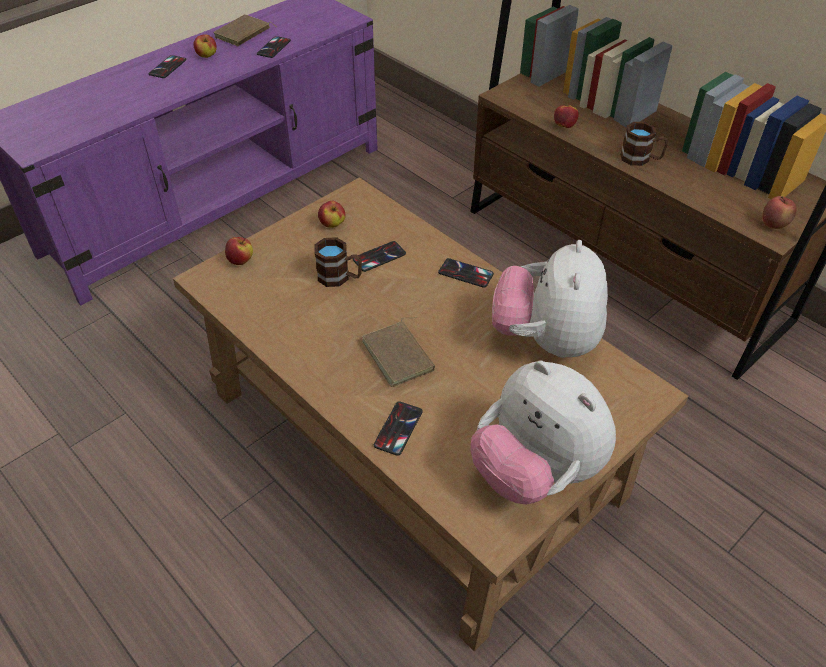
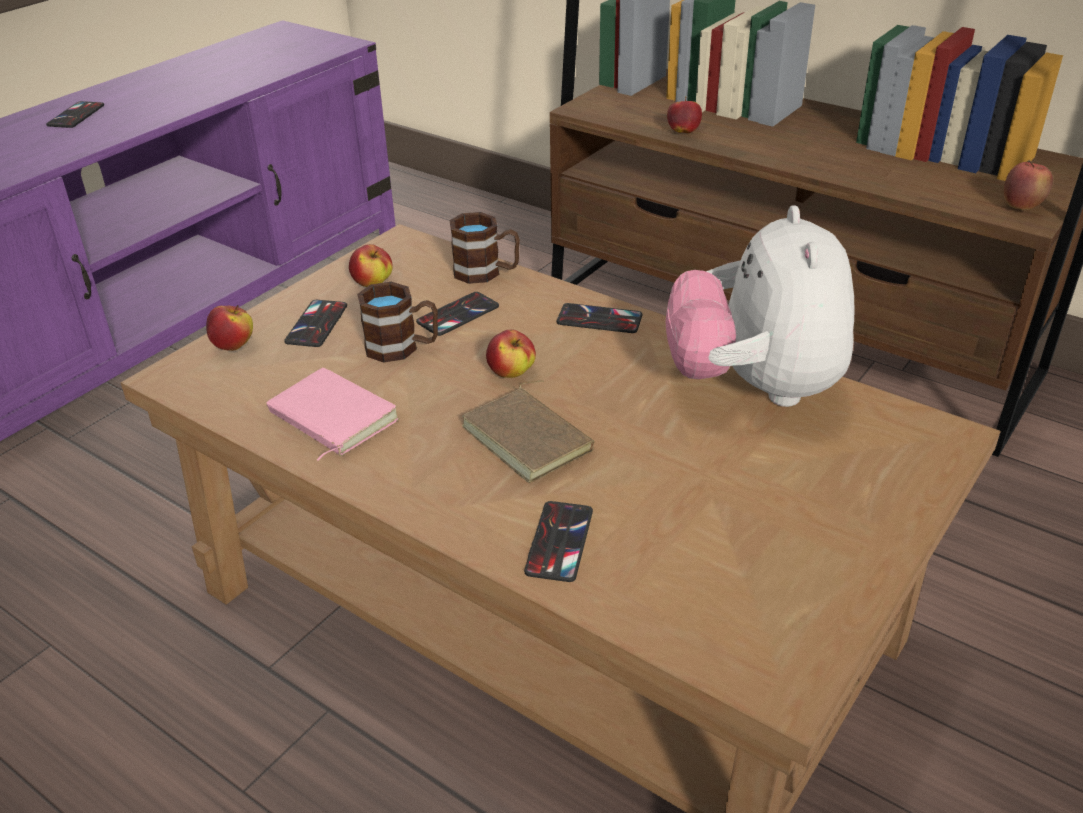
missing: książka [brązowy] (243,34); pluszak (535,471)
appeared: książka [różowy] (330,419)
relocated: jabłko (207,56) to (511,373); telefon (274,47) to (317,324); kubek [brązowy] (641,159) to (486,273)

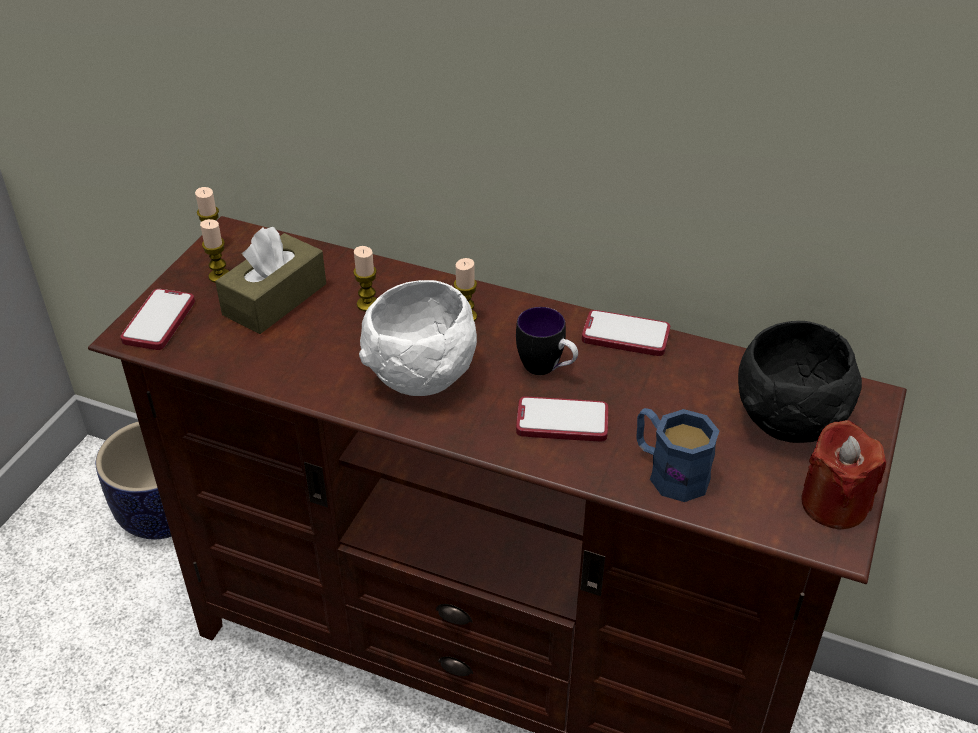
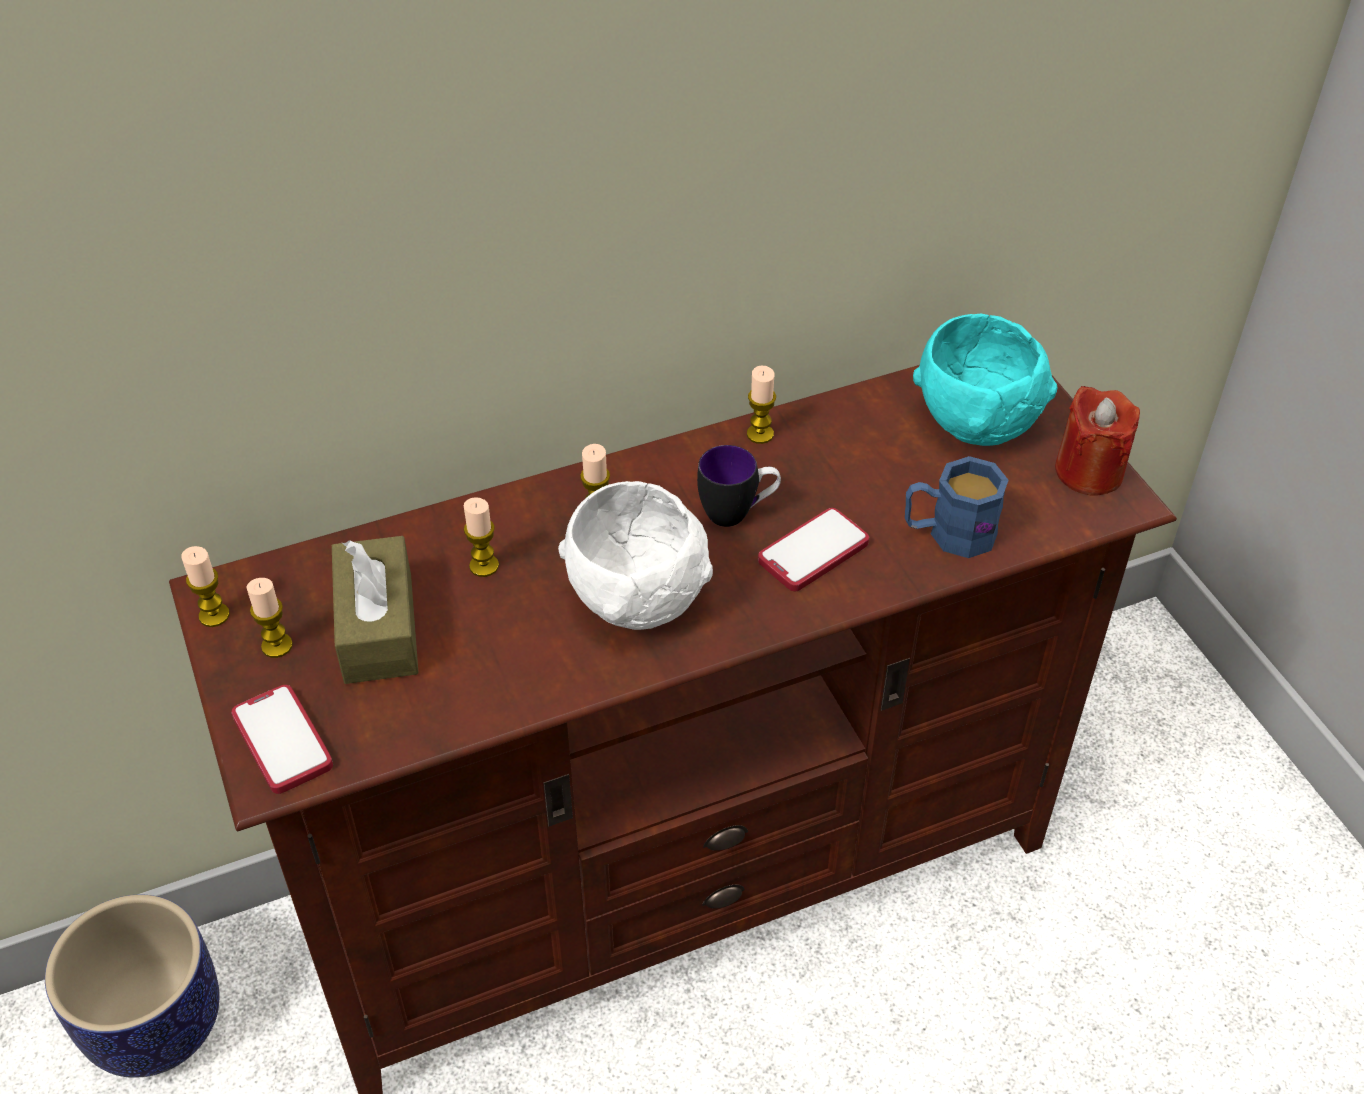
exchanged: telefon (625,335) to świeca (760,434)
colour: miska [czarny] (789,419) to miska [turkusowy] (975,422)

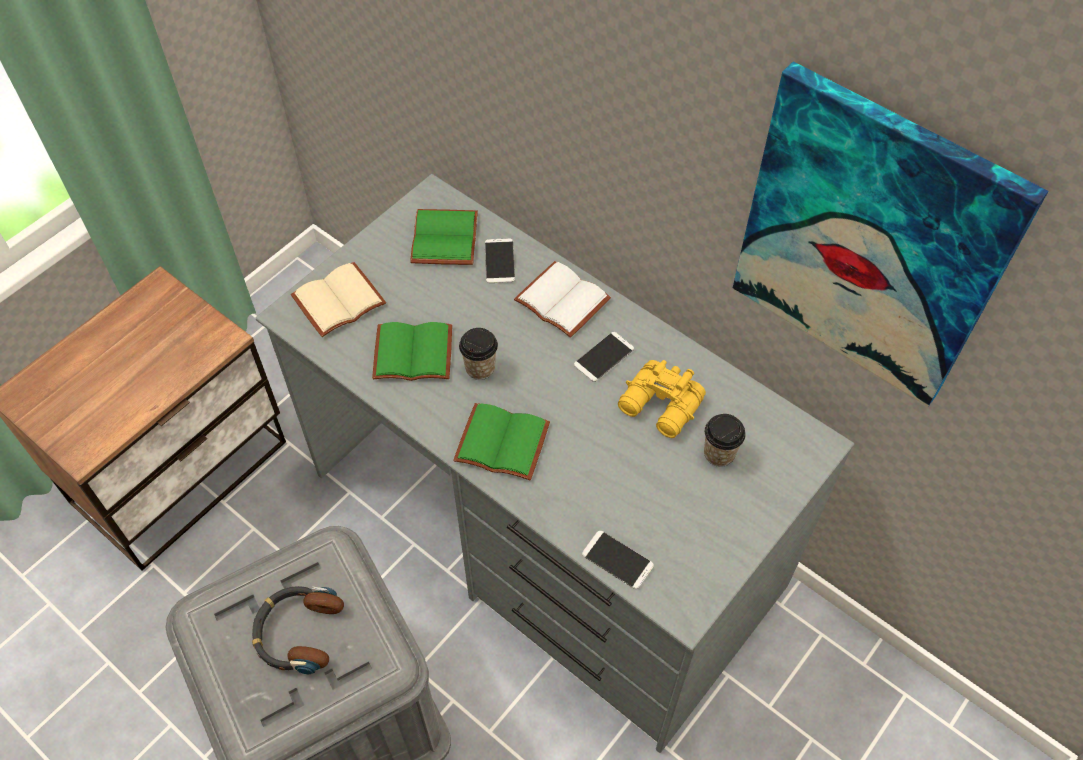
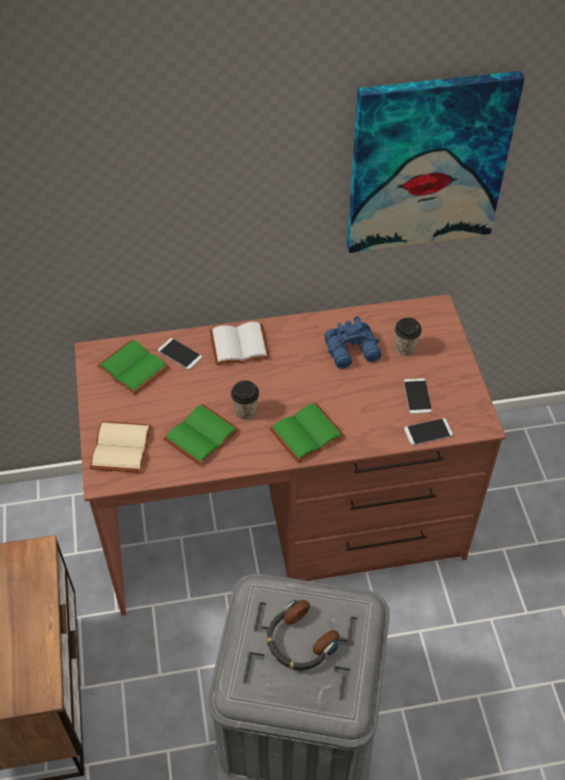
relocated: telefon (604,357) to (417,396)
colour: biurko [szary] (544,531) to biurko [brązowy] (283,518); lornetka [żółty] (660,407) to lornetka [niebieski] (353,351)

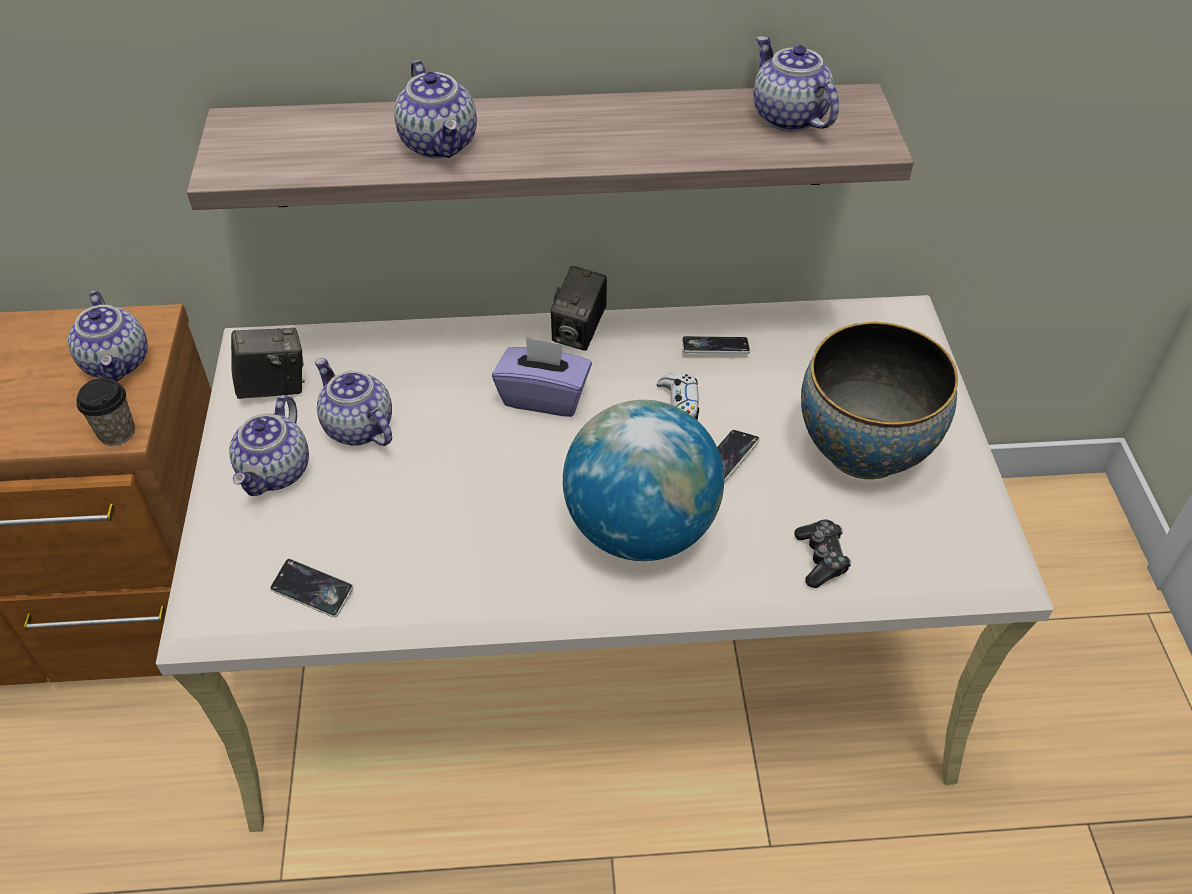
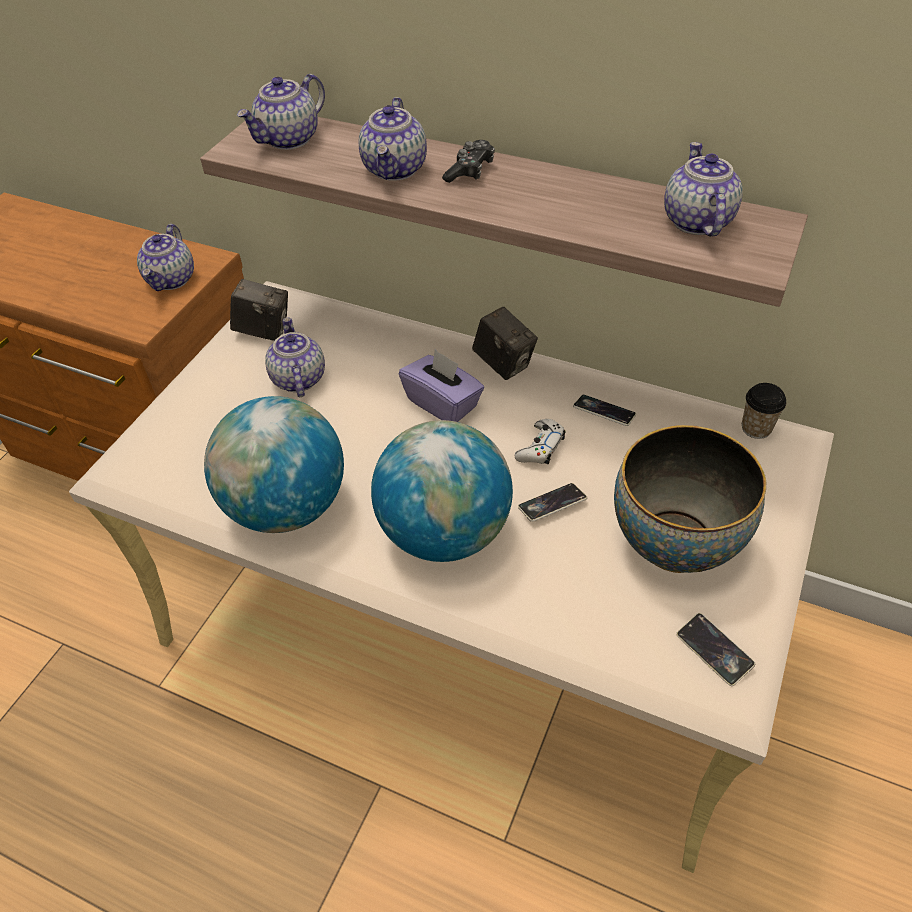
appeared: globus (286,507)
relocated: filiżanka (117,432) to (756,428); imbryk (276,472) to (289,139); telefon (312,591) to (713,651); pad do gier (821,558) to (470,171)
spun: aparat fotograficzny (579,332) = (503,364) 90 degrees counterclockwise

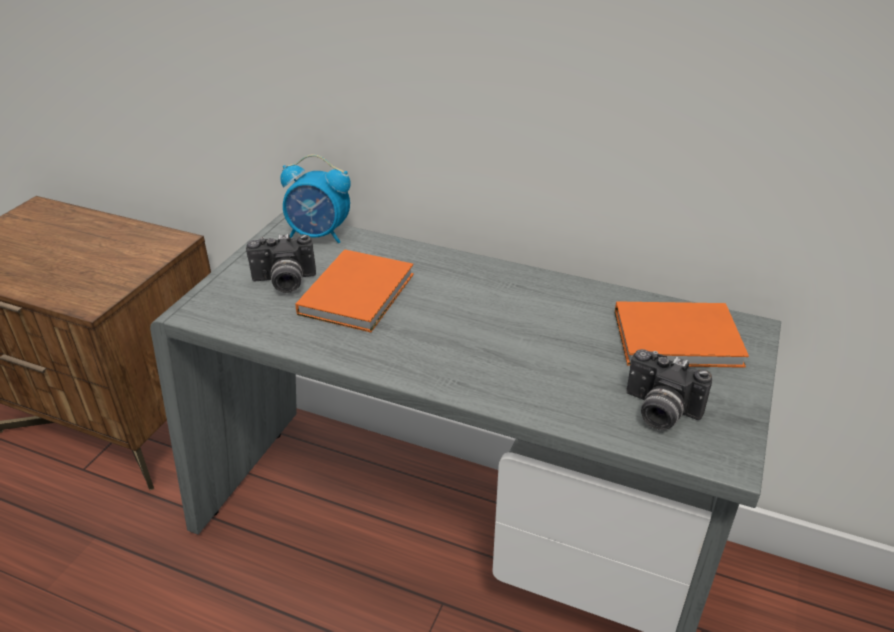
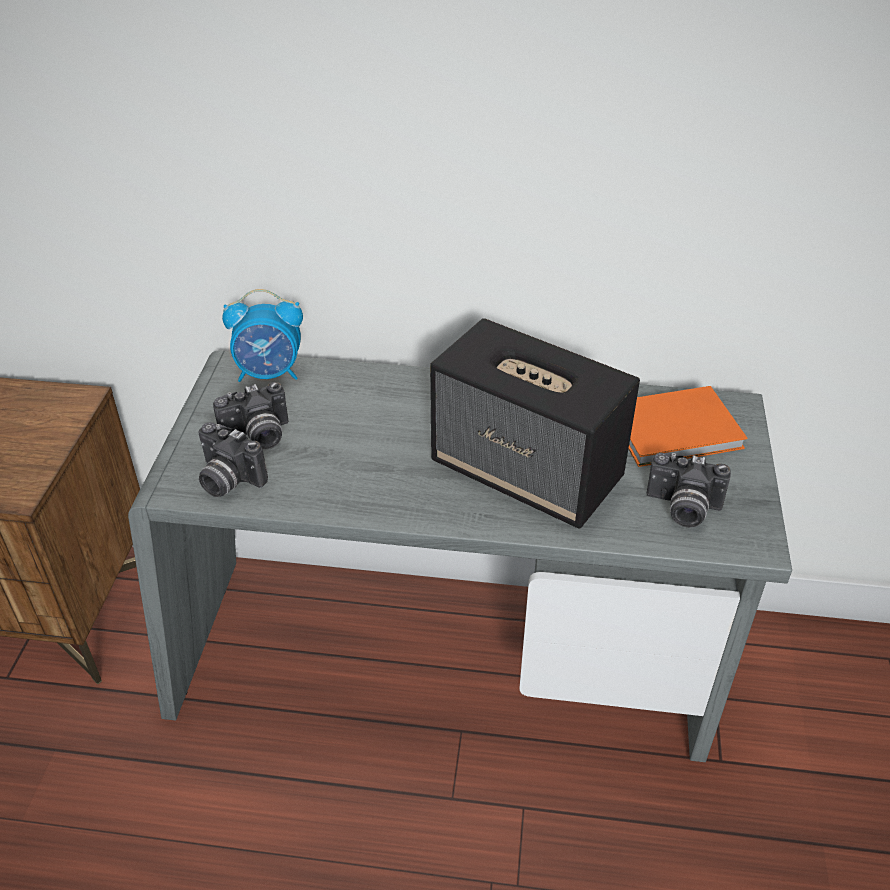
missing: książka [pomarańczowy] (360,292)
appeared: aparat fotograficzny (227,480); głośnik (528,472)

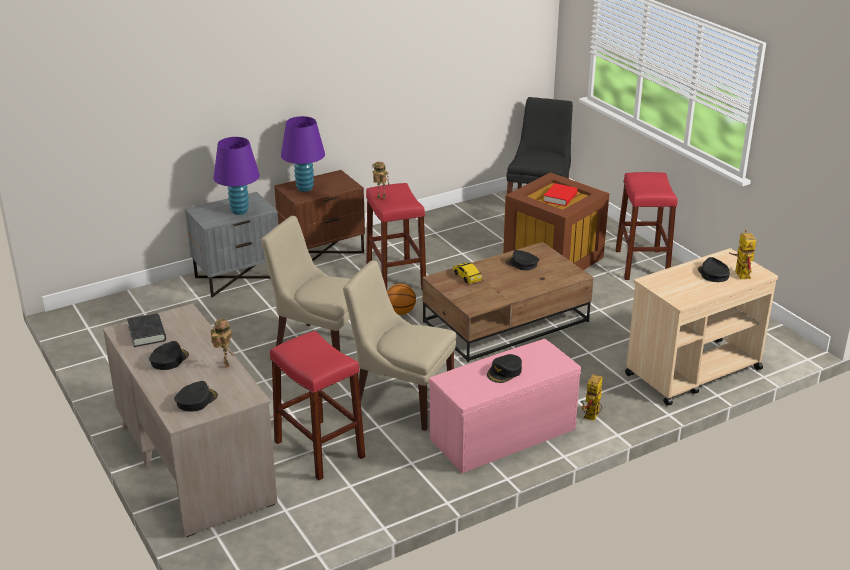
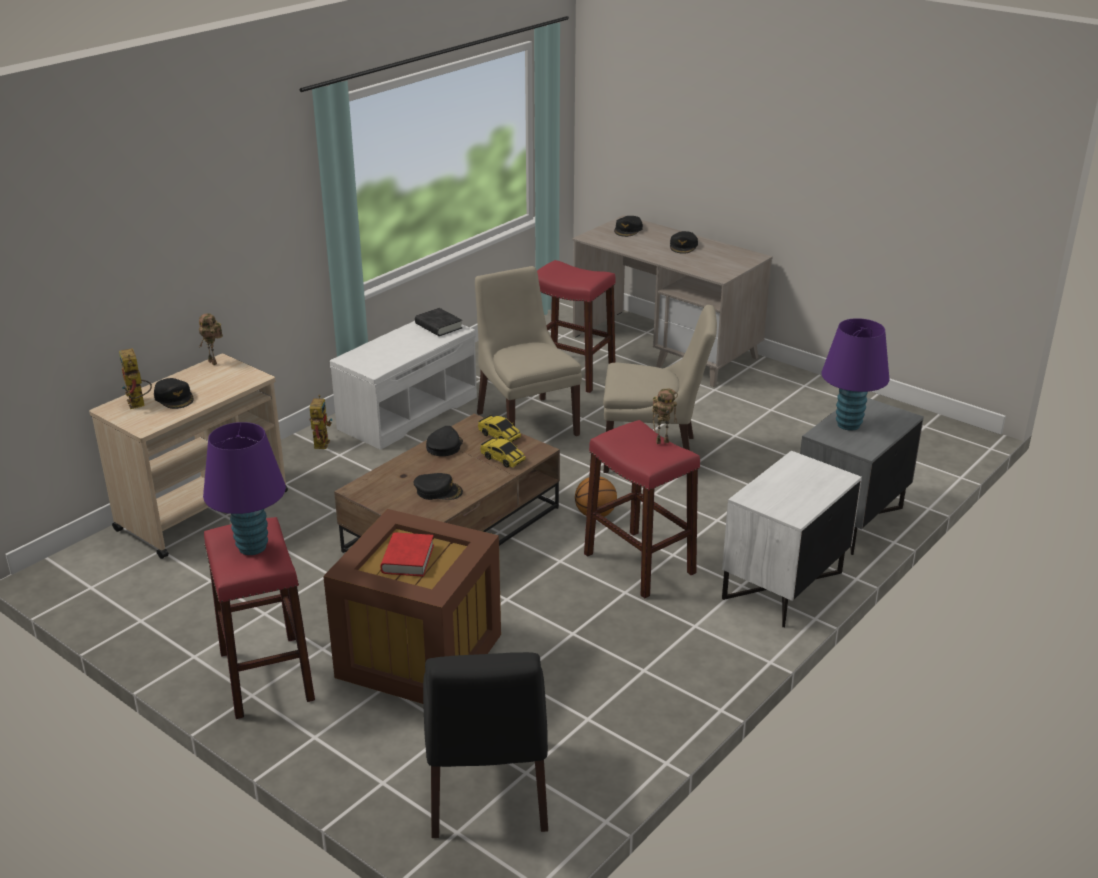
appeared: samochodzik (499,436)
relocated: książka [czarny] (147,333) to (438,326); robot zabawkowy (224,364) to (214,362); lampa stołowa [fioletowy] (304,188) to (252,547); czapka z daszkiem [czarny] (505,372) to (444,446)
colour: szafka nocna [brązowy] (322,252) to szafka nocna [biały] (783,586); ławka [różowy] (502,435) to ławka [biały] (408,412)
spun: krzesło [beżowy] (400,400) = (525,422) 120 degrees counterclockwise

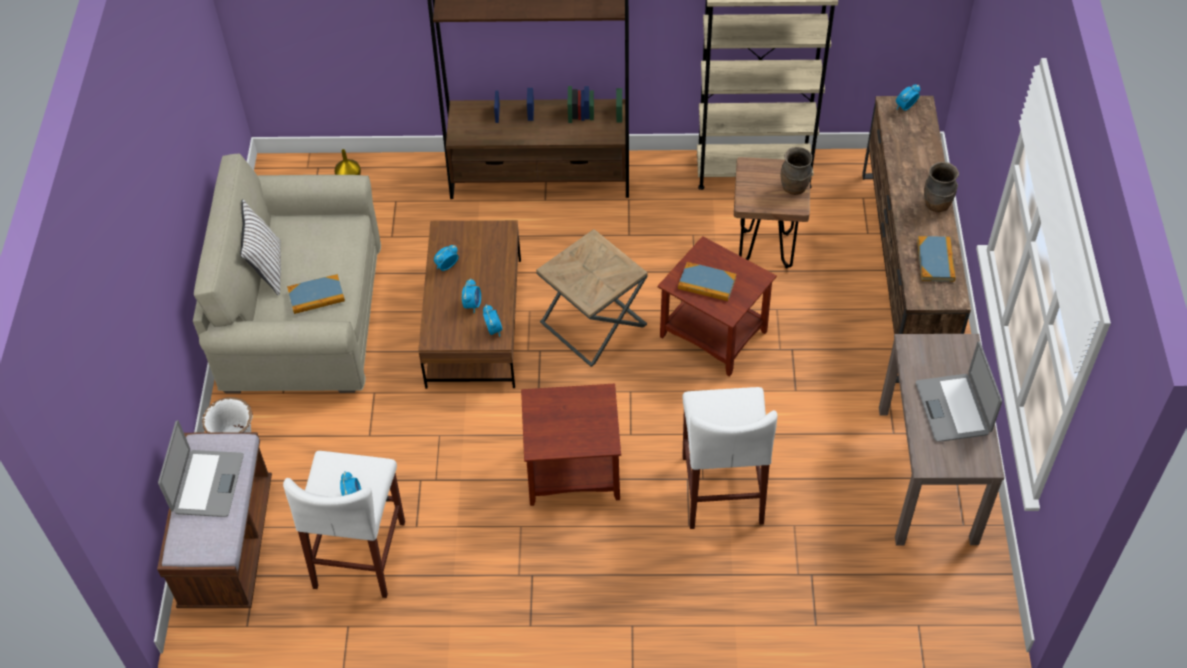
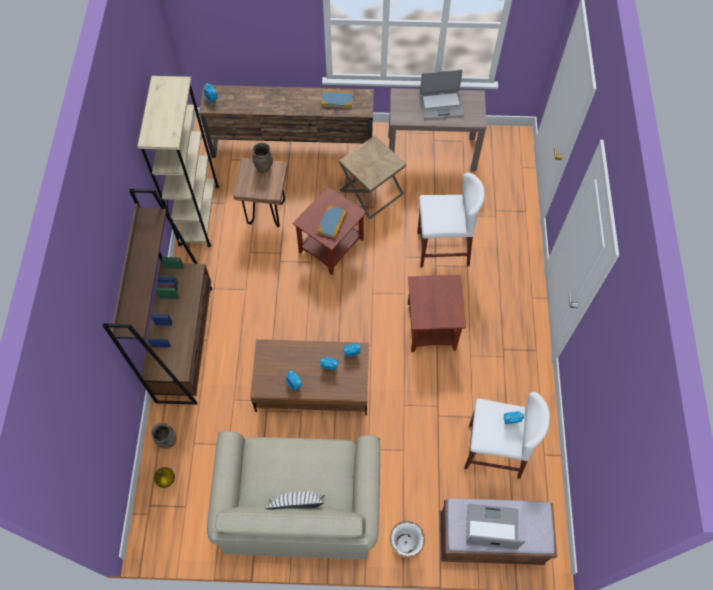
missing: książka (316,296)
relocated: stolik [brązowy] (593,324) to (371,192); wazon [brązowy] (936,205) to (168,441)

